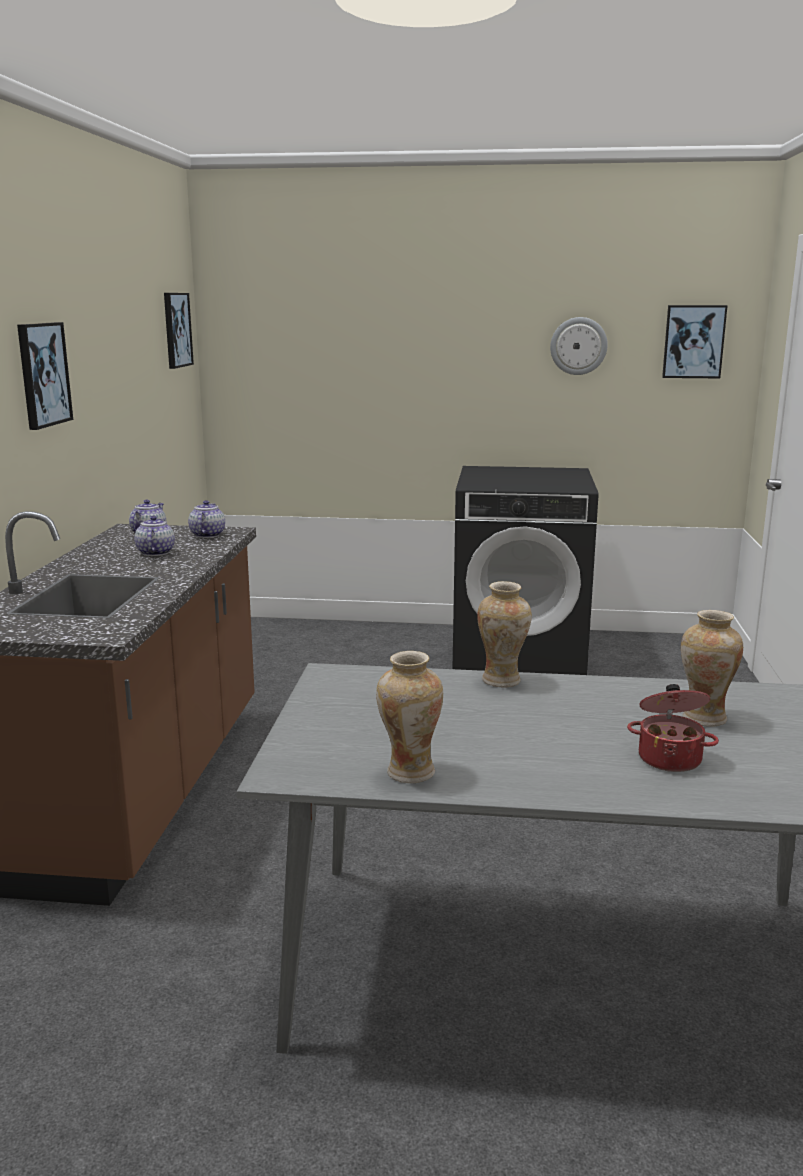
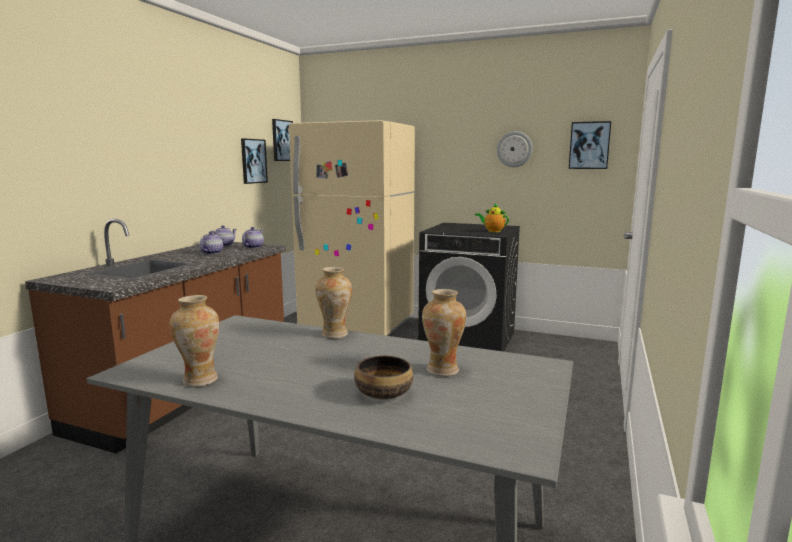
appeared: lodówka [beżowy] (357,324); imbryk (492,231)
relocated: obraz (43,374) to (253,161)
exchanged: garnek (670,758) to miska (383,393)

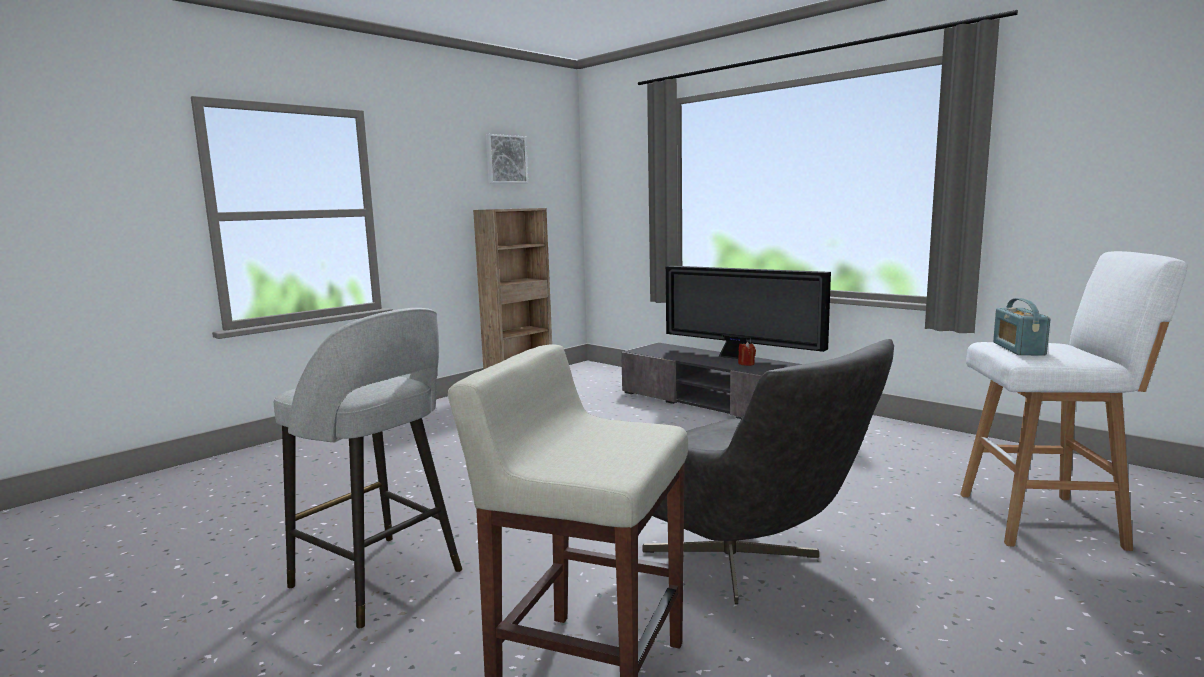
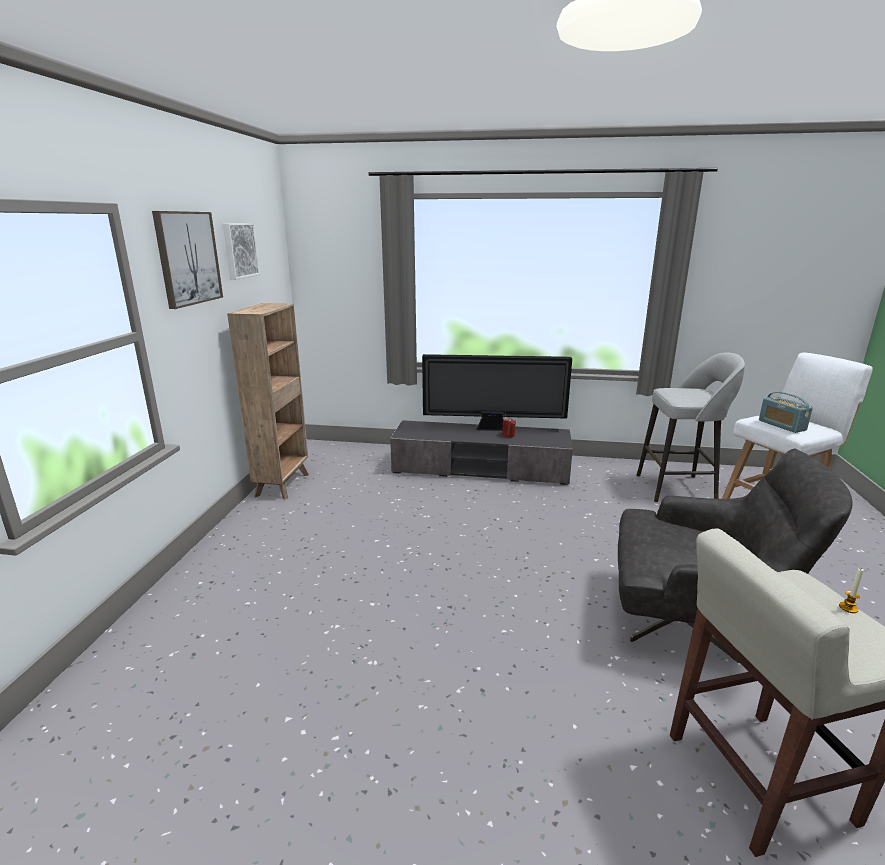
appeared: obraz (188,258); świeca (848,608)
relocated: stołek [szary] (379,580) to (678,488)

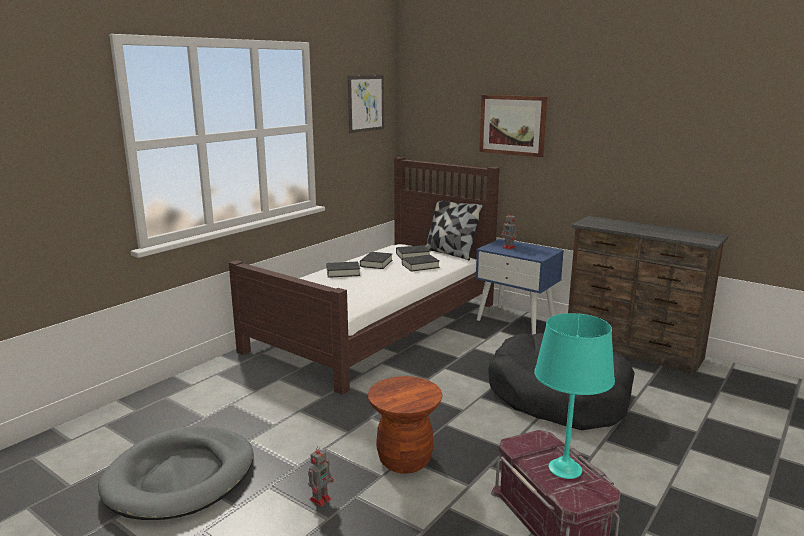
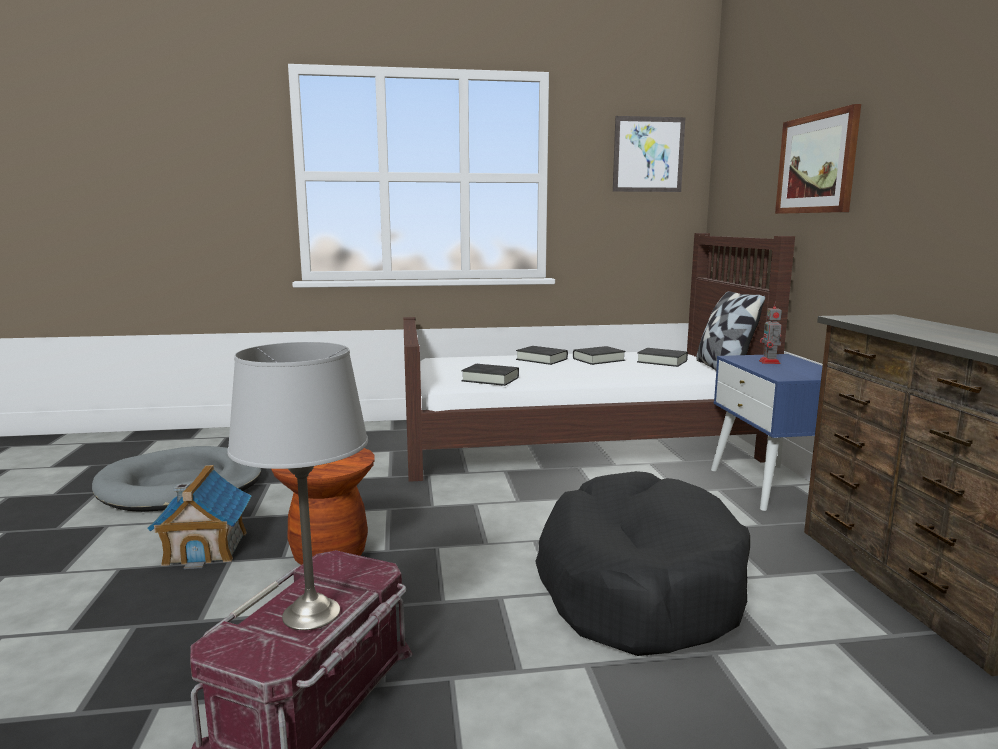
relocated: książka [czarny] (420,266) to (490,379)
exchanged: robot zabawkowy (321,499) to domek (206,548)
colour: lampa stołowa [turkusowy] (565,468) to lampa stołowa [szary] (312,614)

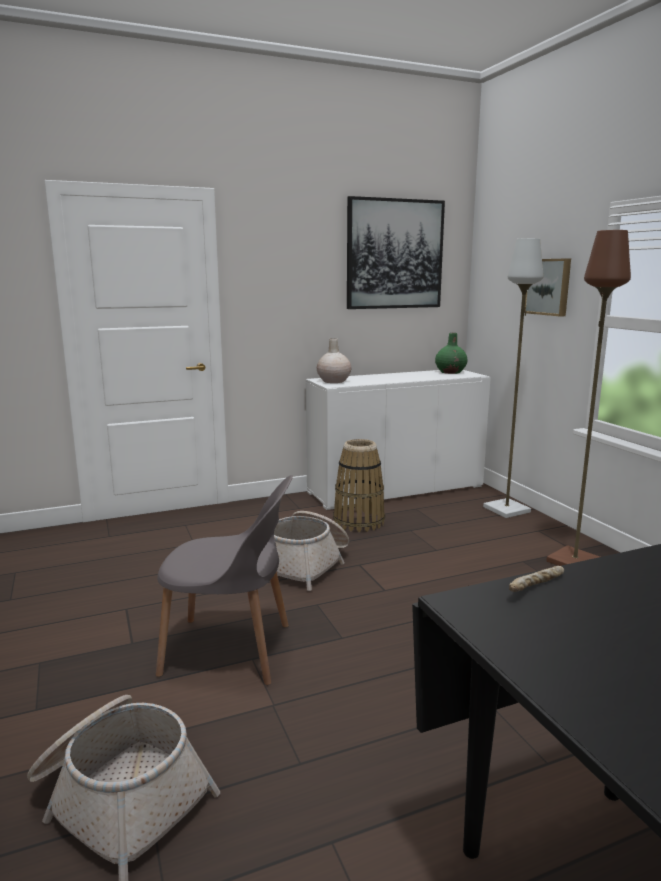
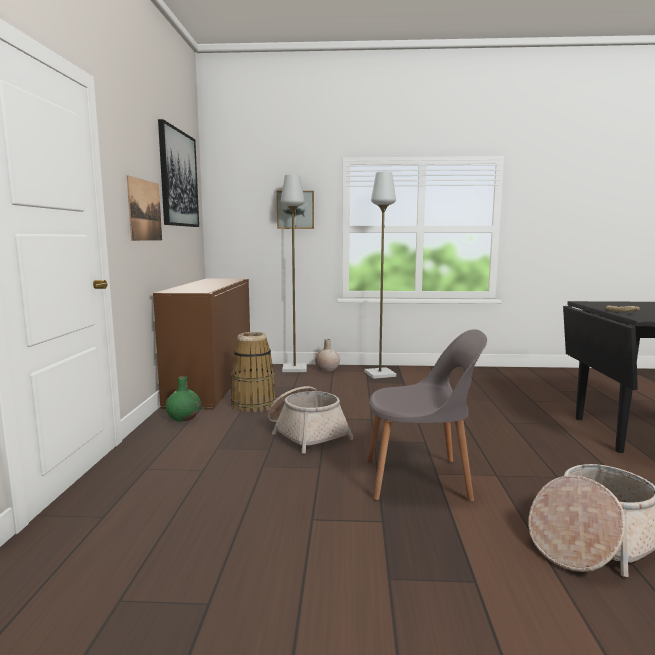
appeared: obraz (145,210)
relocated: wazon [beżowy] (333,381) to (327,369); wazon [zielony] (450,372) to (184,417)
colour: szafka [biały] (395,489) to szafka [brązowy] (212,383); lampa stojąca [brązowy] (575,562) to lampa stojąca [szary] (380,374)
spun: krzesło [szary] (231,650) = (420,479) 60 degrees clockwise

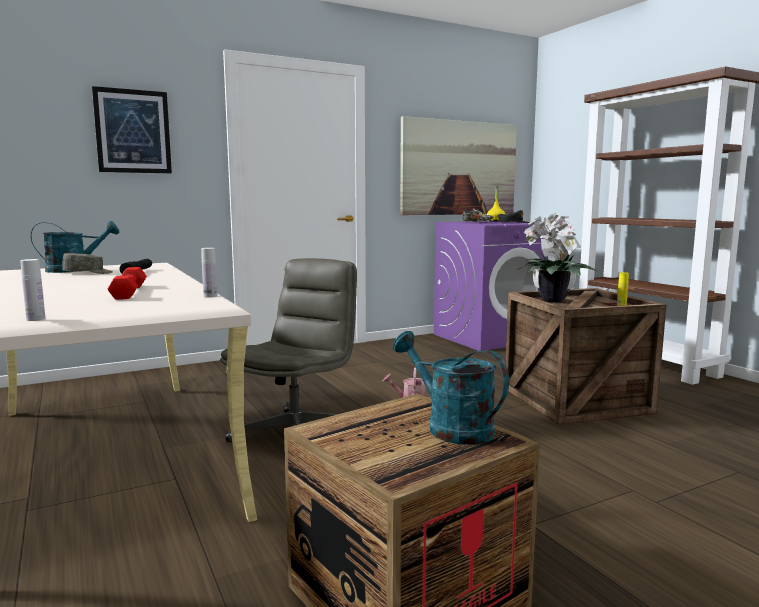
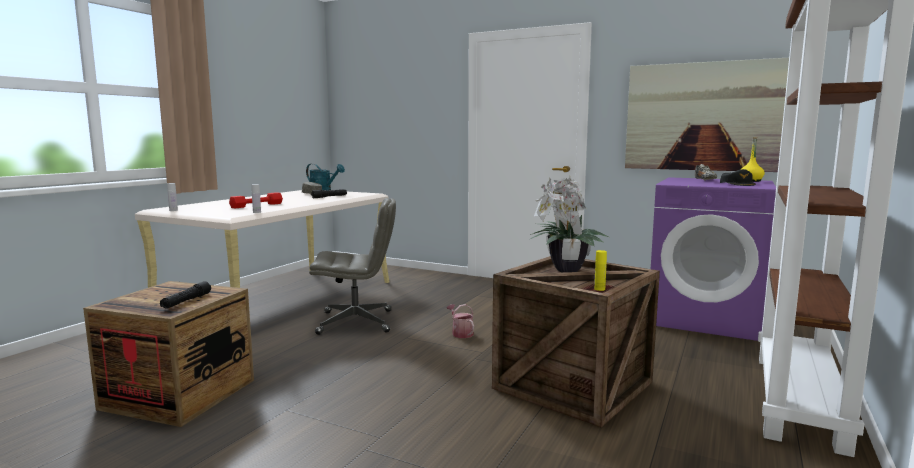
missing: obraz (133,131)
exchanged: konewka [turkusowy] (450,427) to latarka [czarny] (186,301)

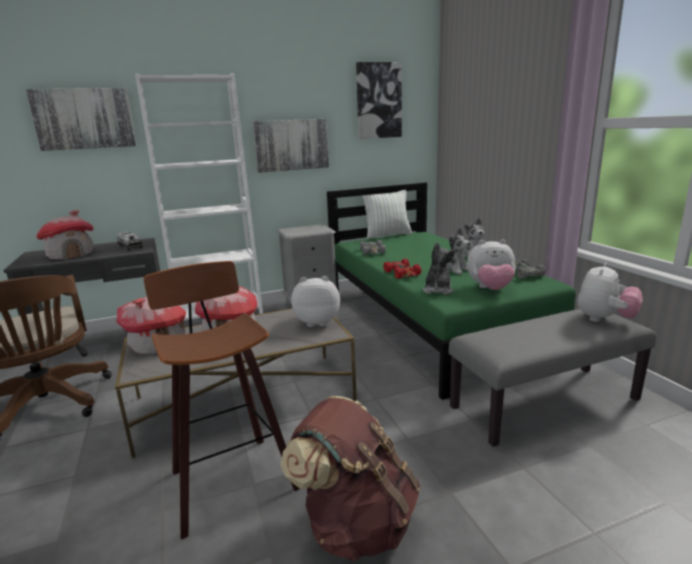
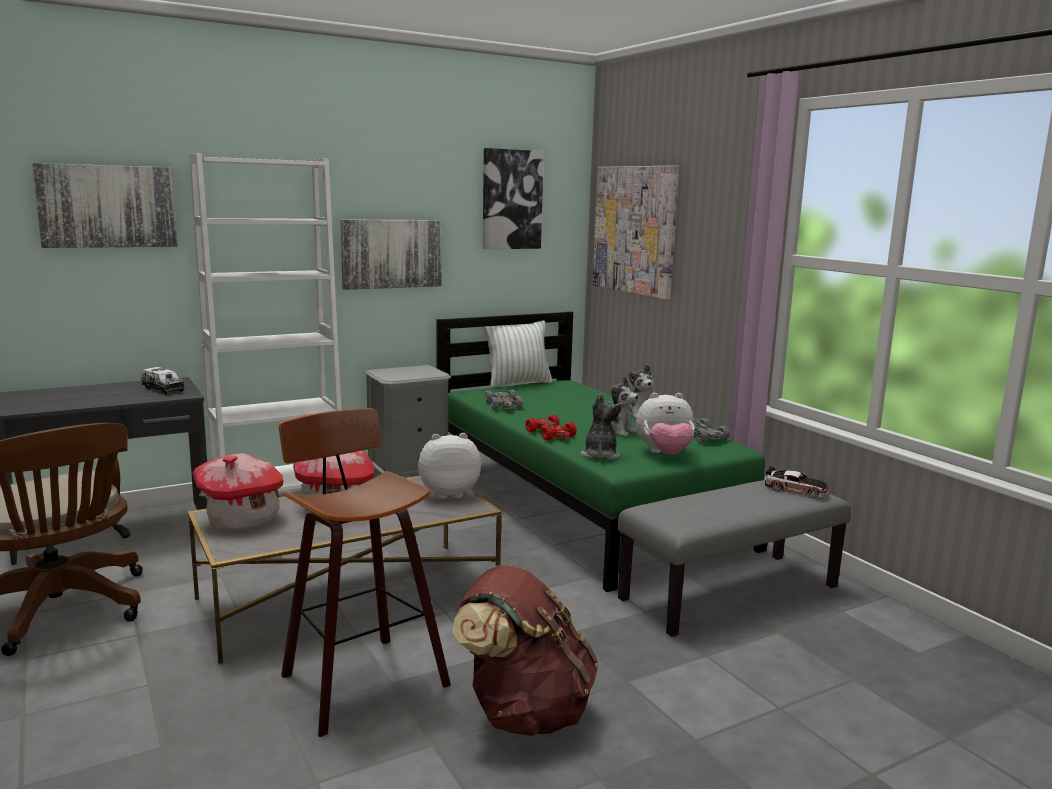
missing: domek (71,255)
appeared: obraz (635,230)
exchanged: pluszak (604,319) to samochodzik (795,490)

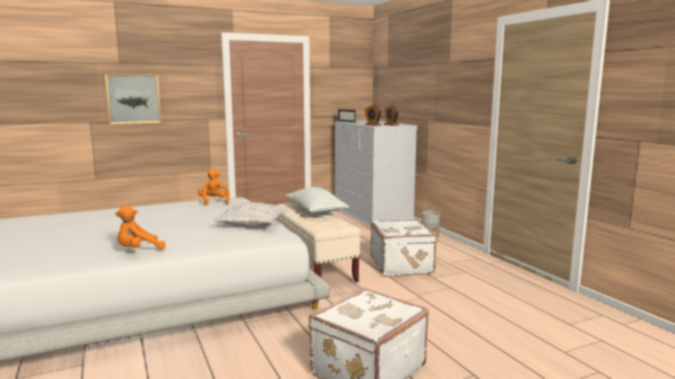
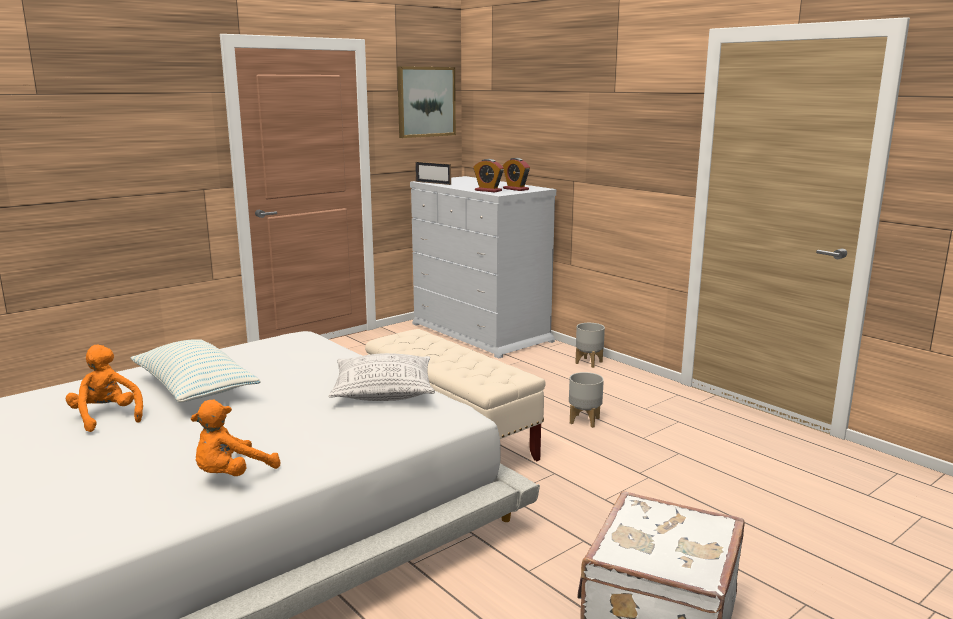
relocated: obraz (133,98) to (426,102); pluszak [pomarańczowy] (214,202) to (107,417); poduszka (315,211) to (195,389)
exchanged: walizka [biały] (402,265) to donica [szary] (584,420)

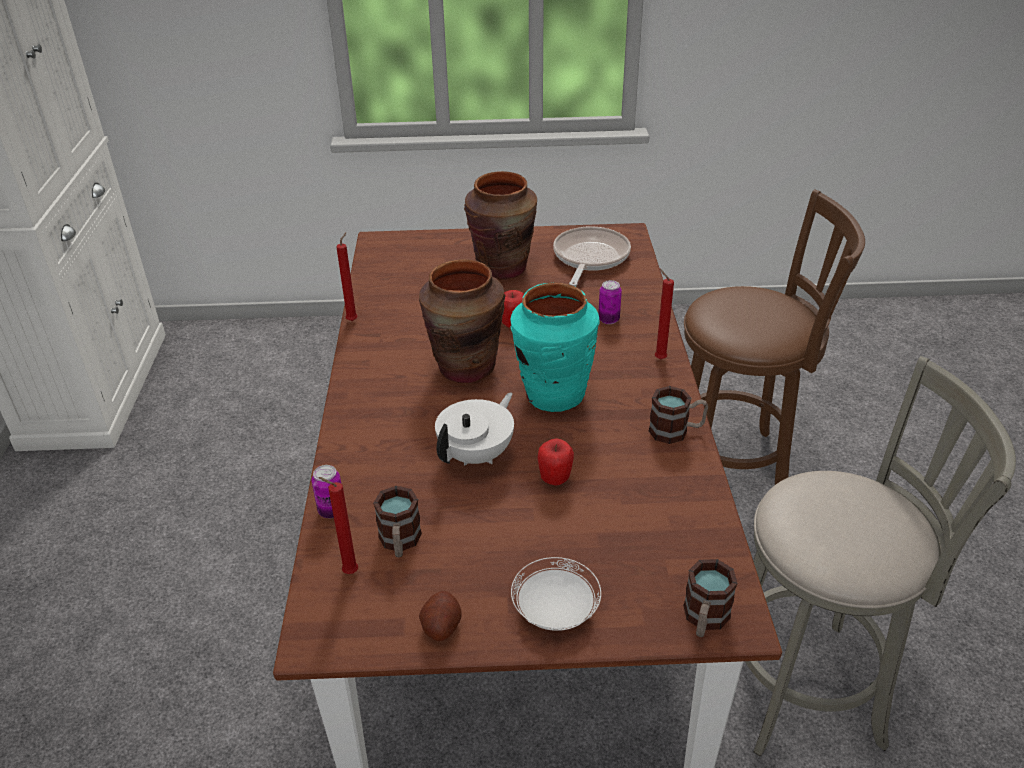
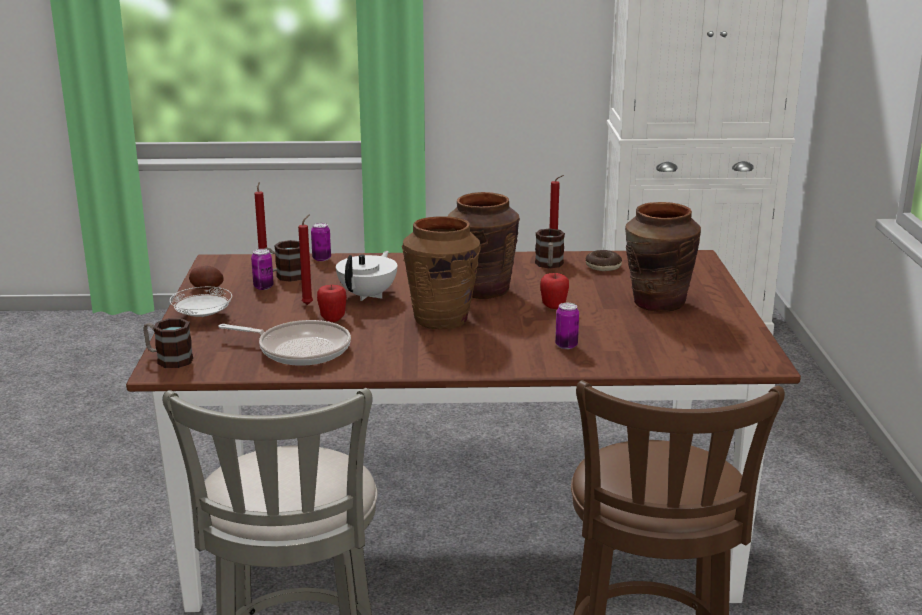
appeared: puszka (263,287); donut (603,266)
relocated: patelnia (589,258) to (299,349); kubek (676,431) to (549,265); świeca [czerwony] (658,358) to (309,304)
colour: wazon [turkusowy] (554,395) to wazon [brązowy] (441,320)
spun: imbryk [biały] (477,454) = (368,295) 105 degrees counterclockwise

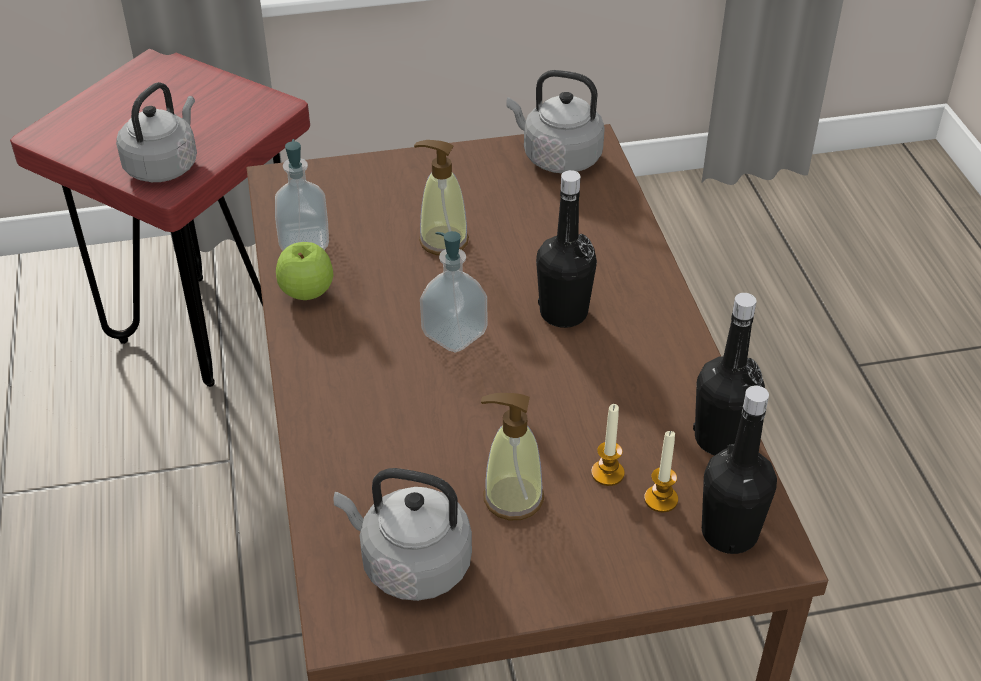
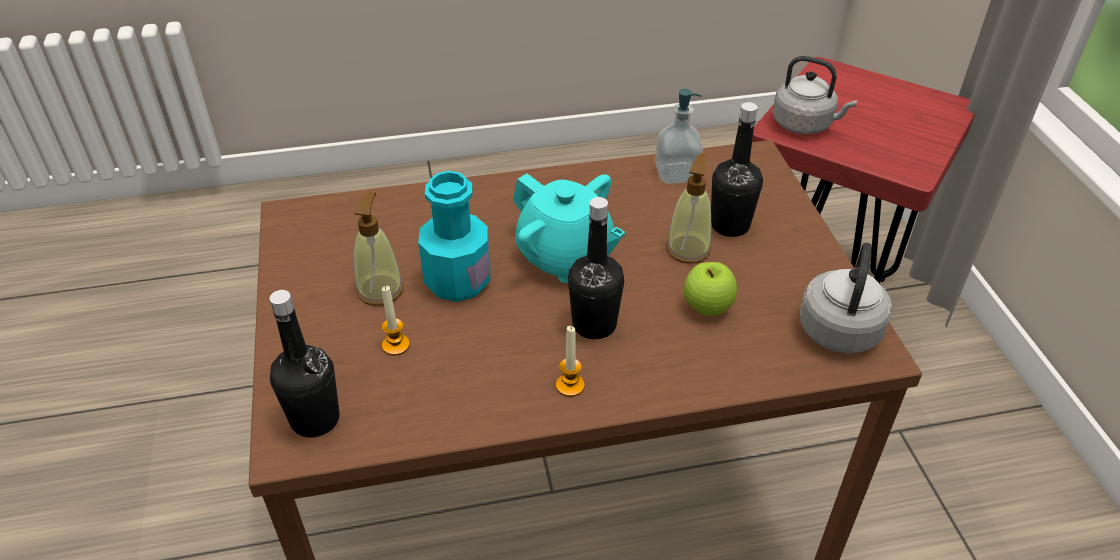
missing: czajnik [szary] (410,564)
appeared: butelka [turkusowy] (458,281)
relocated: jabłko (307,293) to (707,307); świeca (661,499) to (570,385); butelka [czarny] (720,439) to (730,225)
exchanged: dozownik mydła (454,334) to imbryk [turkusowy] (565,257)

